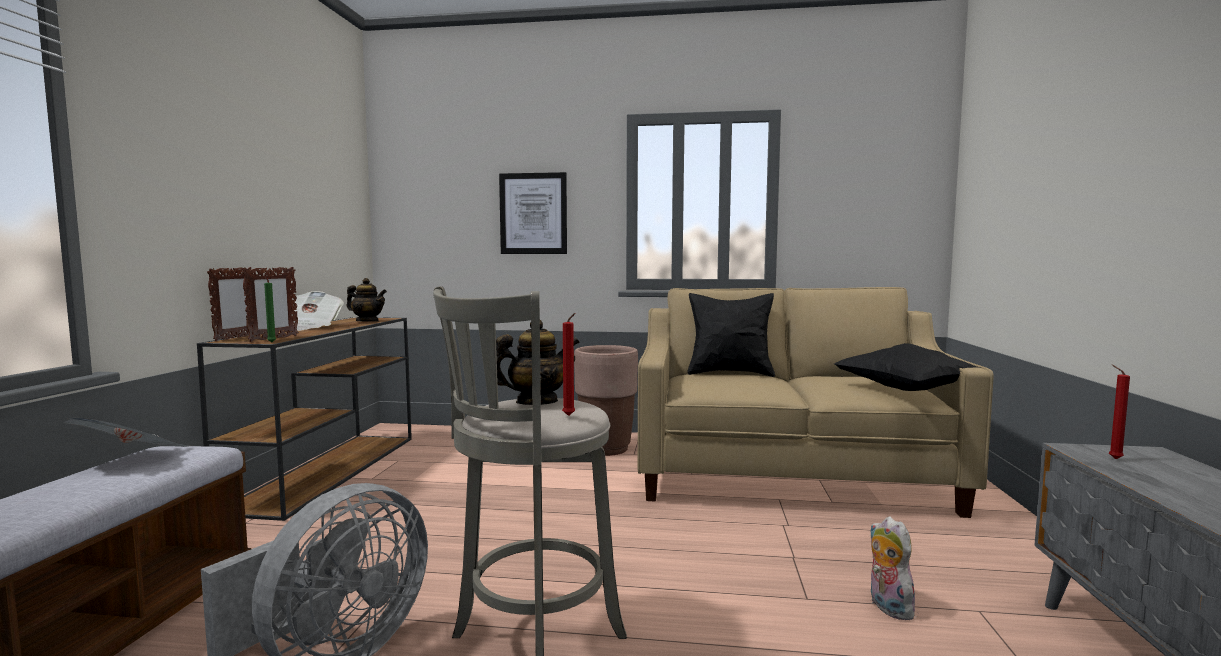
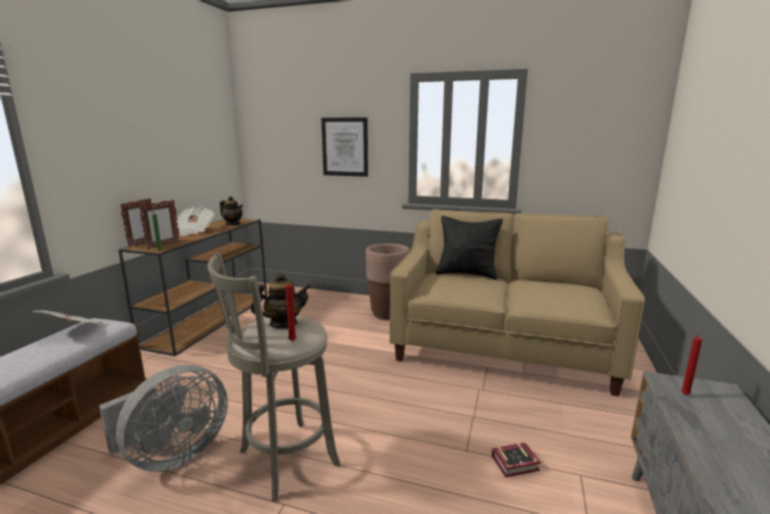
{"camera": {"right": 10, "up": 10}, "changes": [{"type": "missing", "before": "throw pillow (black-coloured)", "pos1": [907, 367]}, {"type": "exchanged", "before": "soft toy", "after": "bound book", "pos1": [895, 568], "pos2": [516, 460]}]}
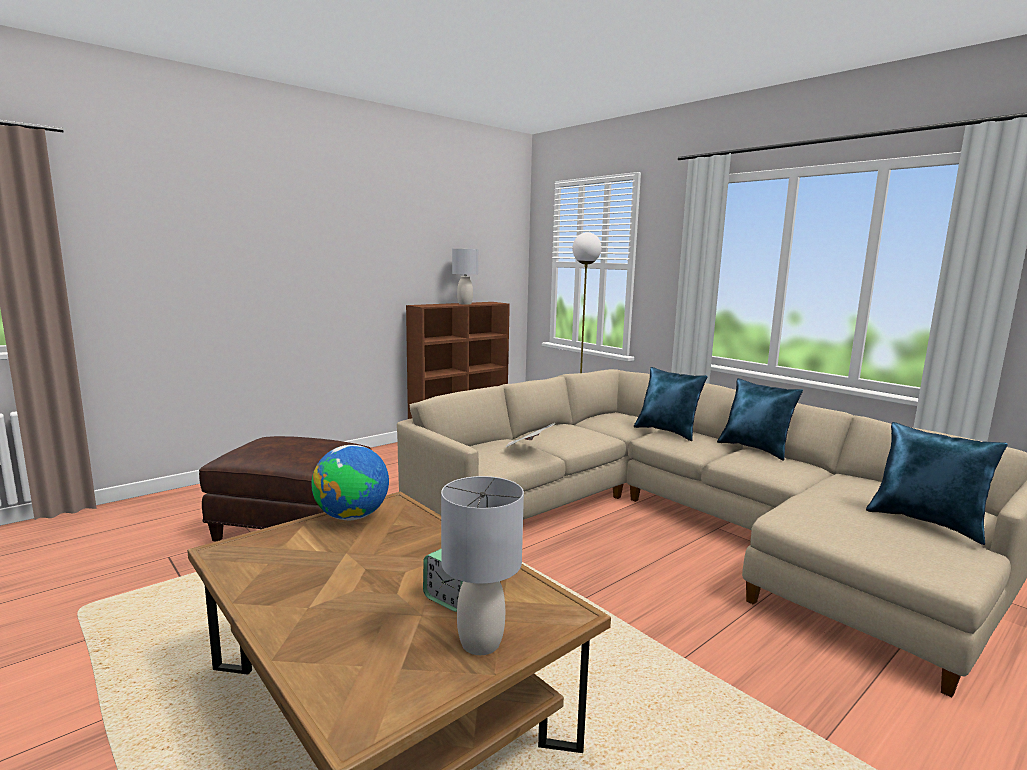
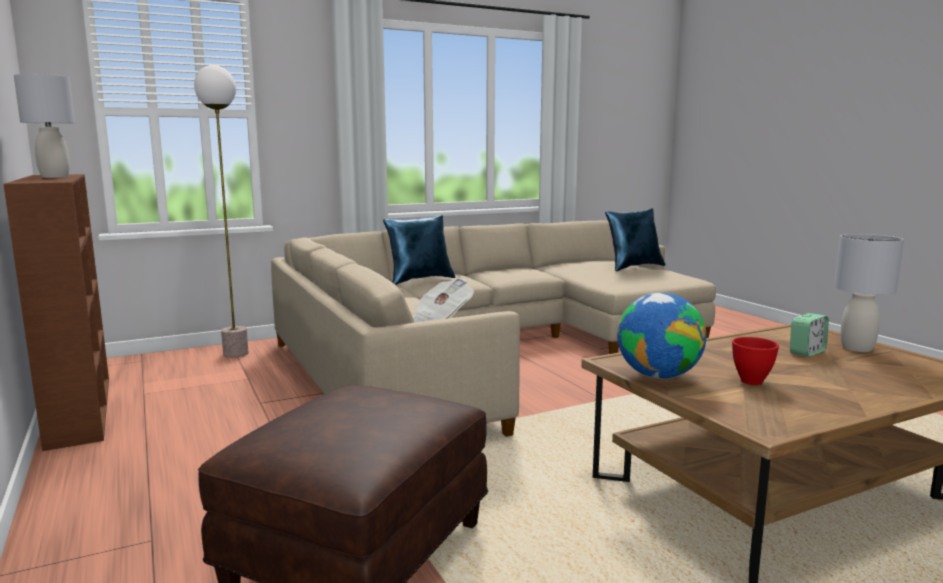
{"camera": {"right": -75, "up": 0}, "changes": [{"type": "missing", "before": "throw pillow (blue)", "pos1": [760, 419]}, {"type": "appeared", "after": "serving bowl (red)", "pos2": [755, 361]}]}
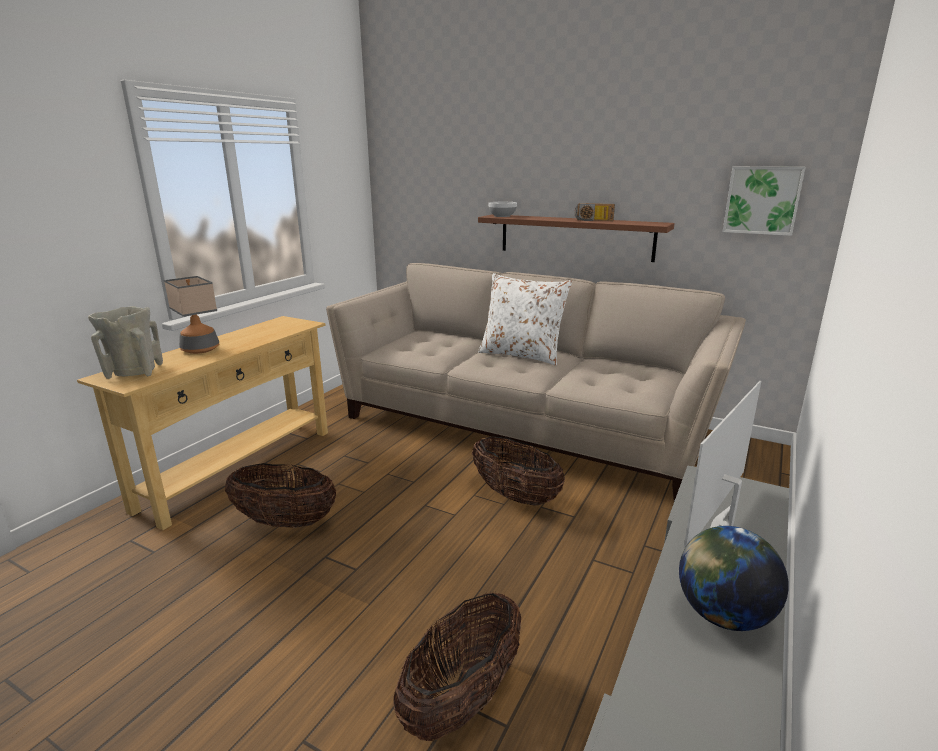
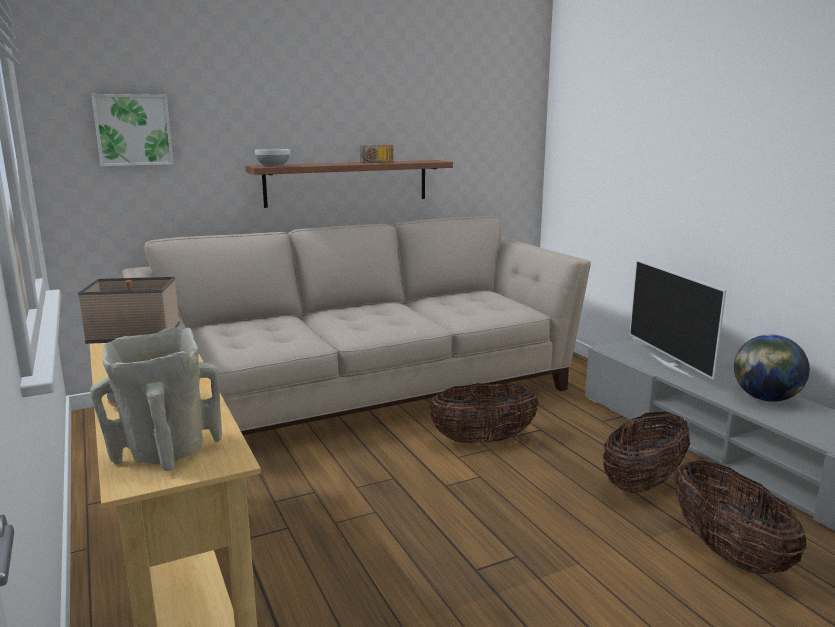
{"camera": {"right": -55, "up": -5}, "changes": [{"type": "relocated", "before": "household basket", "pos1": [280, 495], "pos2": [646, 452]}, {"type": "missing", "before": "throw pillow (whitish)", "pos1": [525, 319]}, {"type": "relocated", "before": "wall picture", "pos1": [764, 201], "pos2": [133, 130]}]}
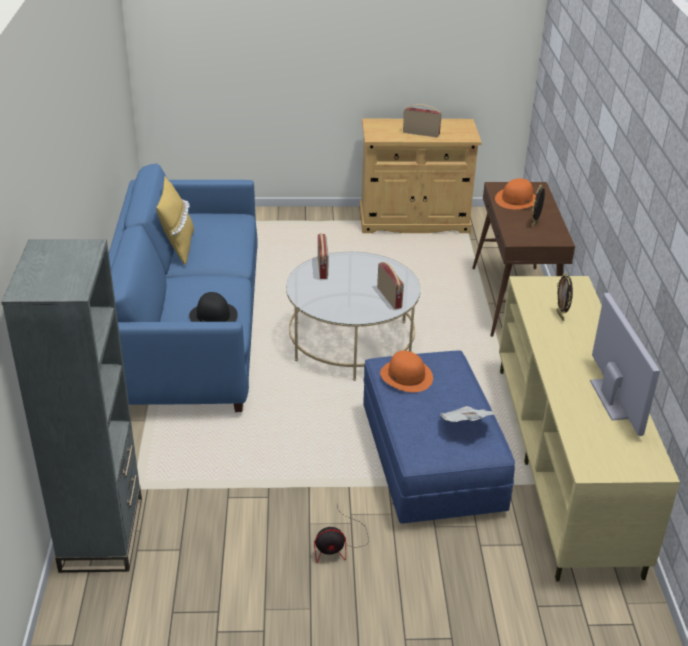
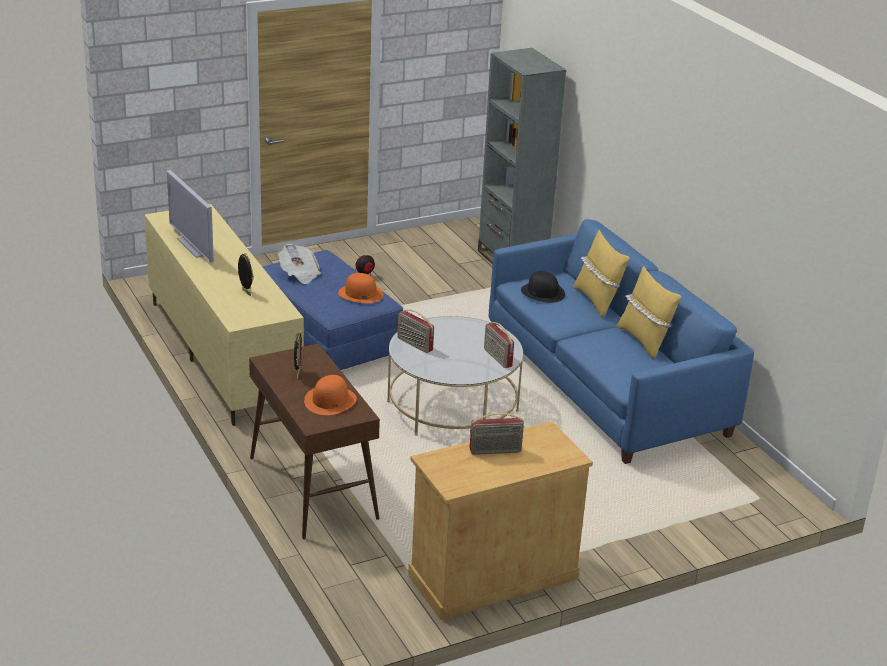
{"camera": {"right": 155, "up": -5}, "changes": [{"type": "appeared", "after": "throw pillow (yellowish)", "pos2": [601, 274]}]}
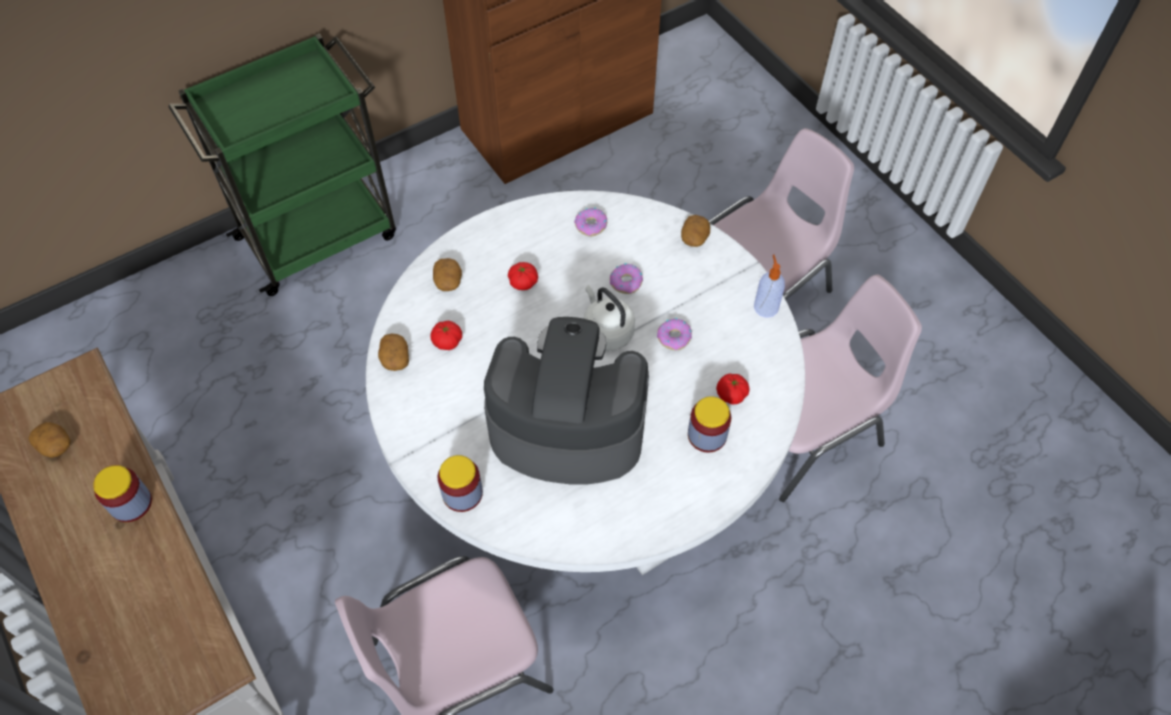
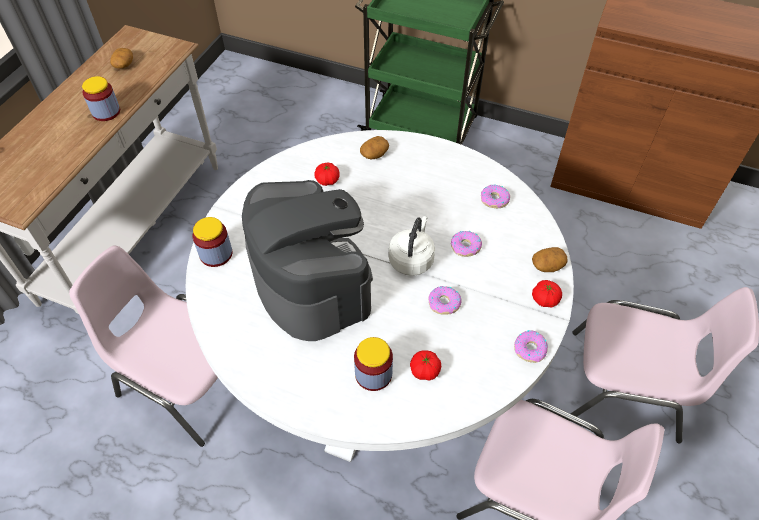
{"camera": {"right": 55, "up": -5}, "changes": [{"type": "missing", "before": "potato", "pos1": [393, 352]}, {"type": "relocated", "before": "whole tomato", "pos1": [523, 276], "pos2": [547, 294]}, {"type": "exchanged", "before": "soap bottle", "after": "donut", "pos1": [769, 286], "pos2": [531, 346]}]}
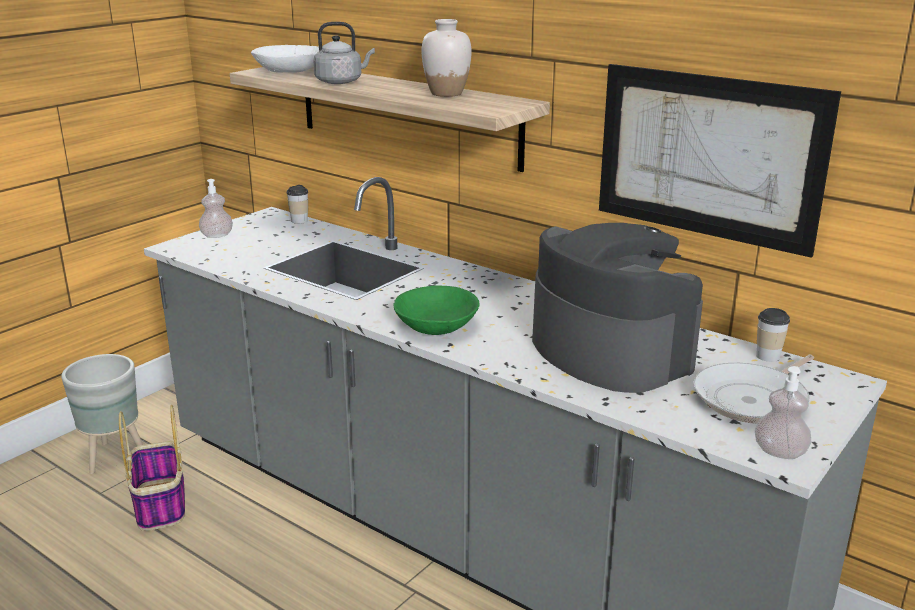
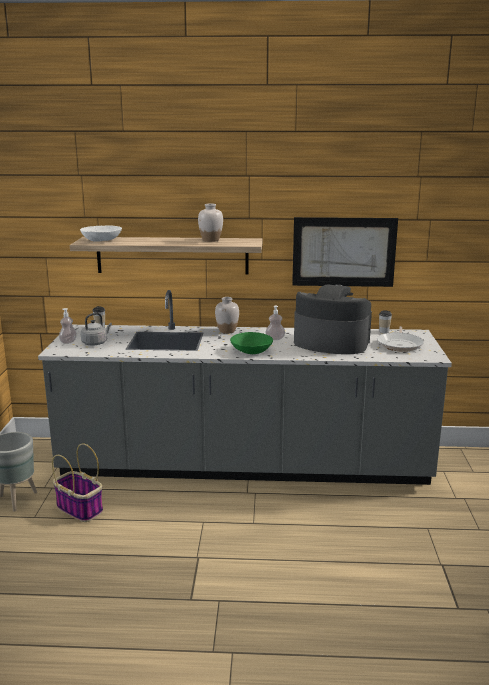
{"camera": {"right": -35, "up": -5}, "changes": [{"type": "relocated", "before": "kettle (greyish)", "pos1": [344, 53], "pos2": [96, 329]}, {"type": "relocated", "before": "soap bottle", "pos1": [783, 412], "pos2": [275, 322]}, {"type": "appeared", "after": "decorative vase (whitish)", "pos2": [227, 315]}]}
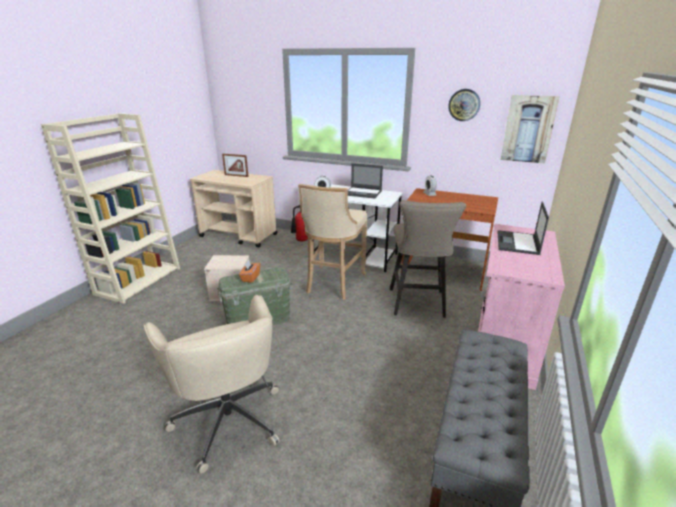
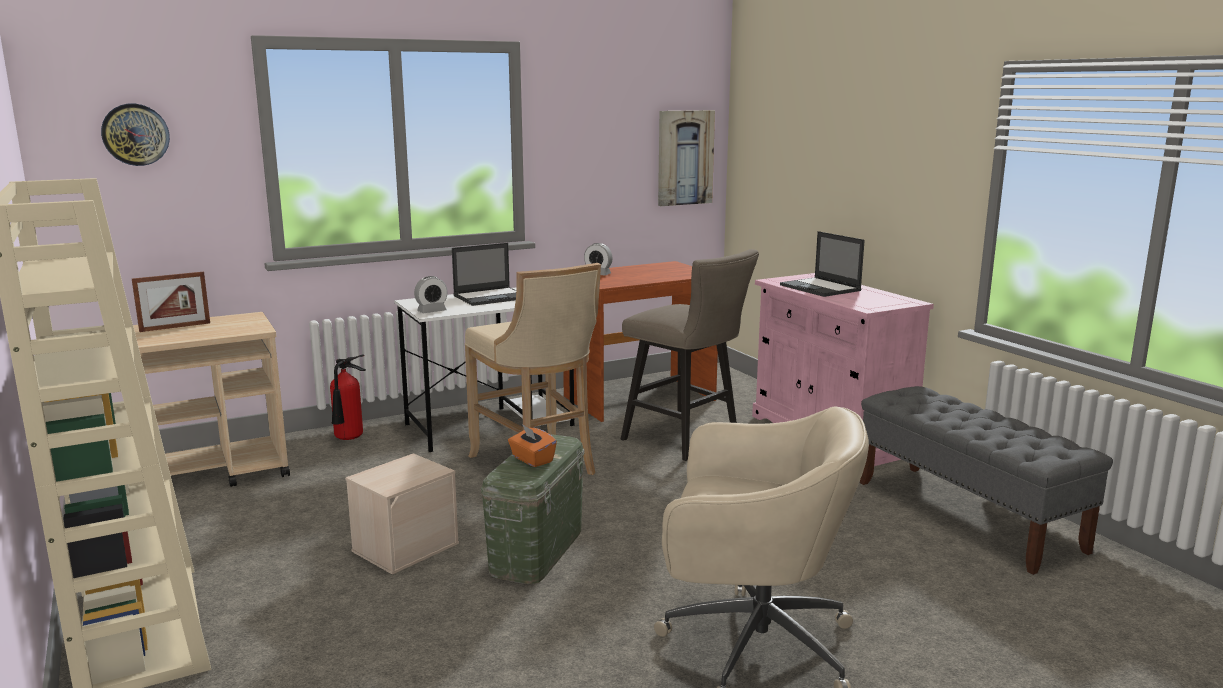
{"camera": {"right": -50, "up": -10}, "changes": [{"type": "relocated", "before": "clock on the wall", "pos1": [464, 105], "pos2": [135, 135]}]}
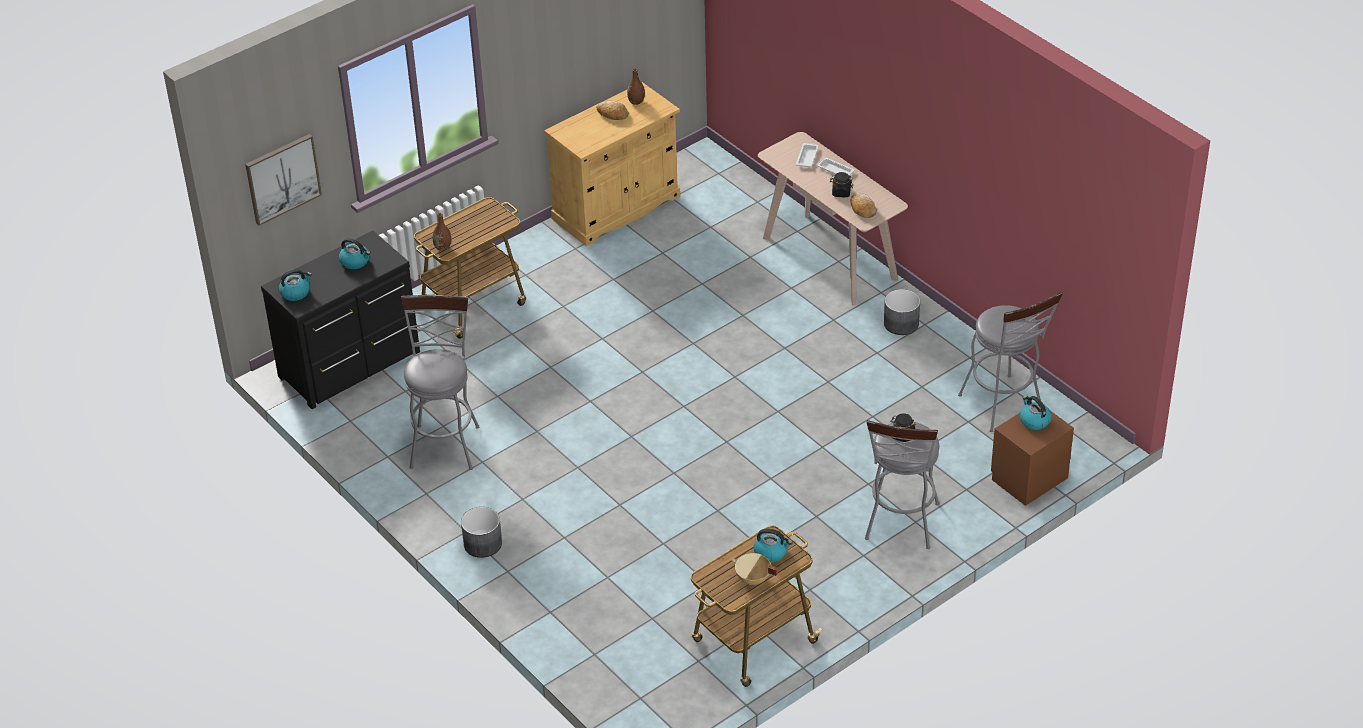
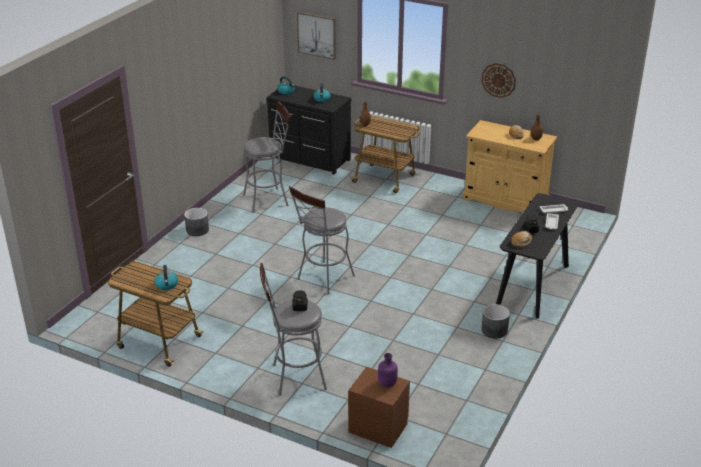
{"camera": {"right": 65, "up": -10}, "changes": [{"type": "missing", "before": "cooking pot (beige)", "pos1": [755, 569]}, {"type": "colour", "before": "hall table (beige)", "after": "hall table (black-coloured)", "pos1": [833, 218], "pos2": [537, 256]}, {"type": "relocated", "before": "sitting stool (greyish)", "pos1": [1010, 362], "pos2": [322, 240]}, {"type": "exchanged", "before": "kettle", "after": "drink bottle (purple-coloured)", "pos1": [1036, 413], "pos2": [388, 370]}, {"type": "appeared", "after": "clock on the wall", "pos2": [498, 80]}]}
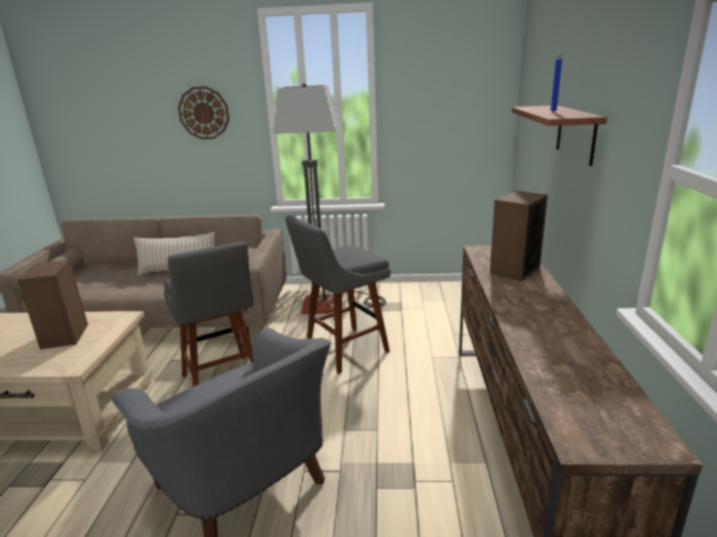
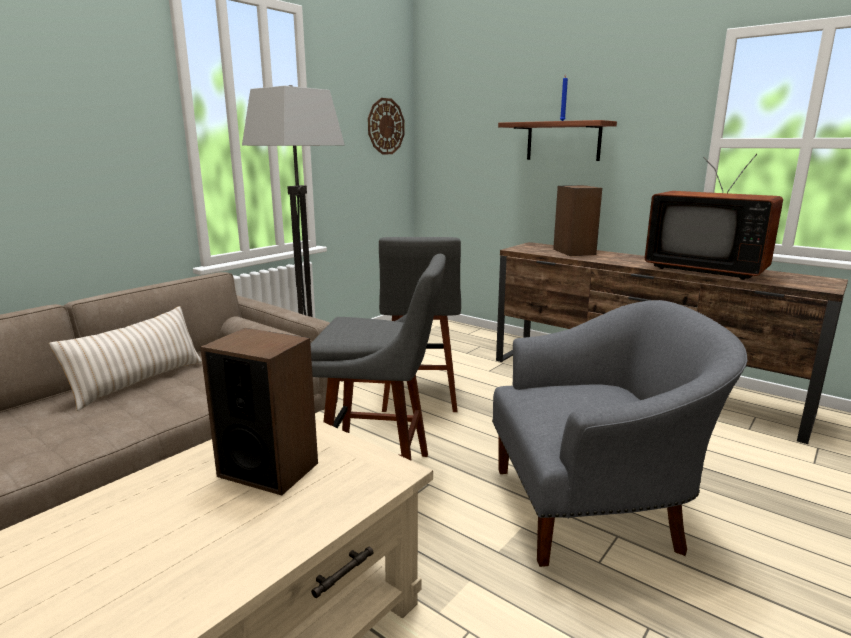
{"camera": {"right": -55, "up": -5}, "changes": [{"type": "relocated", "before": "clock on the wall", "pos1": [204, 112], "pos2": [386, 126]}, {"type": "appeared", "after": "television", "pos2": [714, 217]}]}
